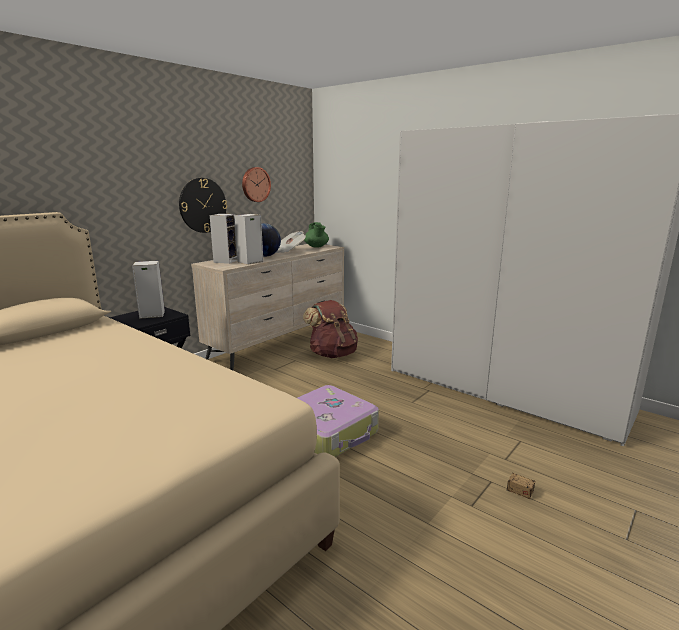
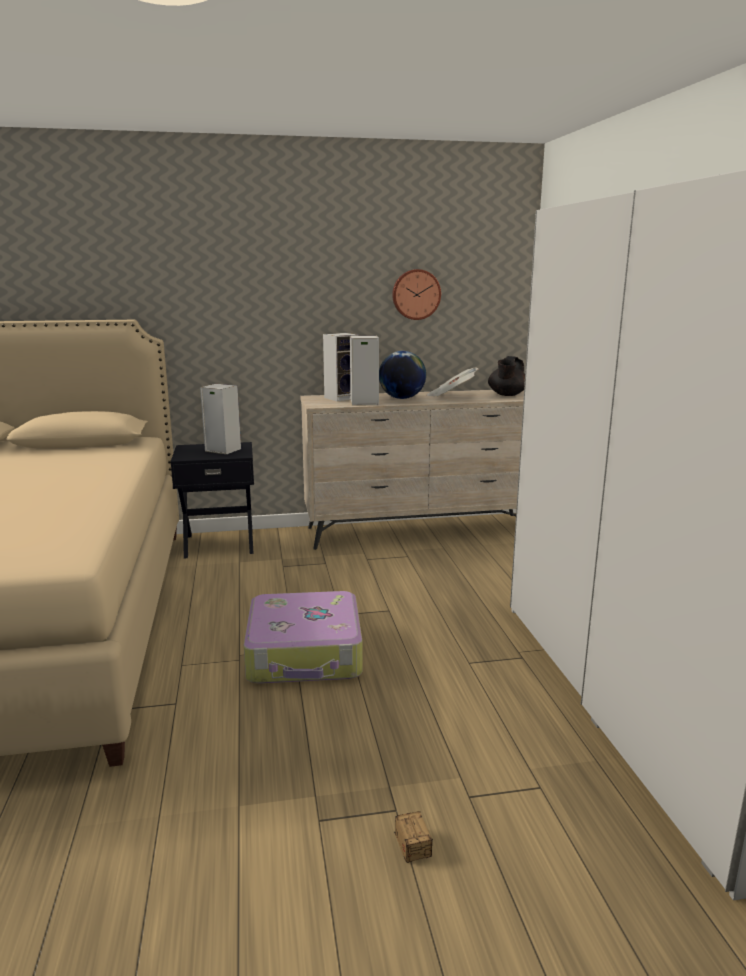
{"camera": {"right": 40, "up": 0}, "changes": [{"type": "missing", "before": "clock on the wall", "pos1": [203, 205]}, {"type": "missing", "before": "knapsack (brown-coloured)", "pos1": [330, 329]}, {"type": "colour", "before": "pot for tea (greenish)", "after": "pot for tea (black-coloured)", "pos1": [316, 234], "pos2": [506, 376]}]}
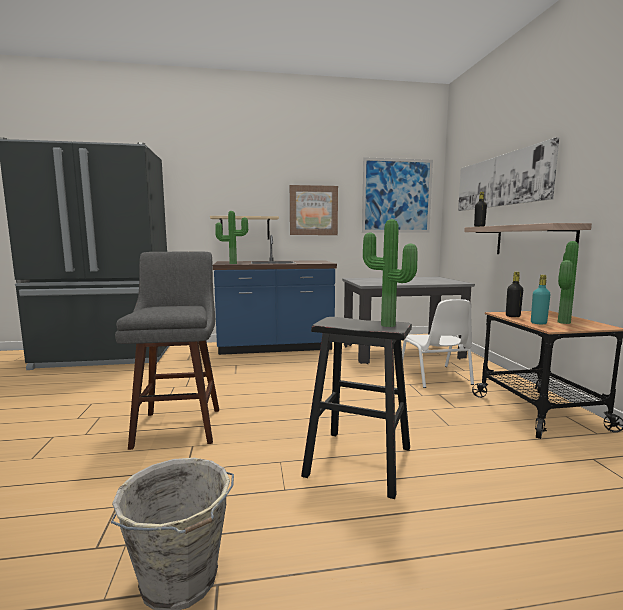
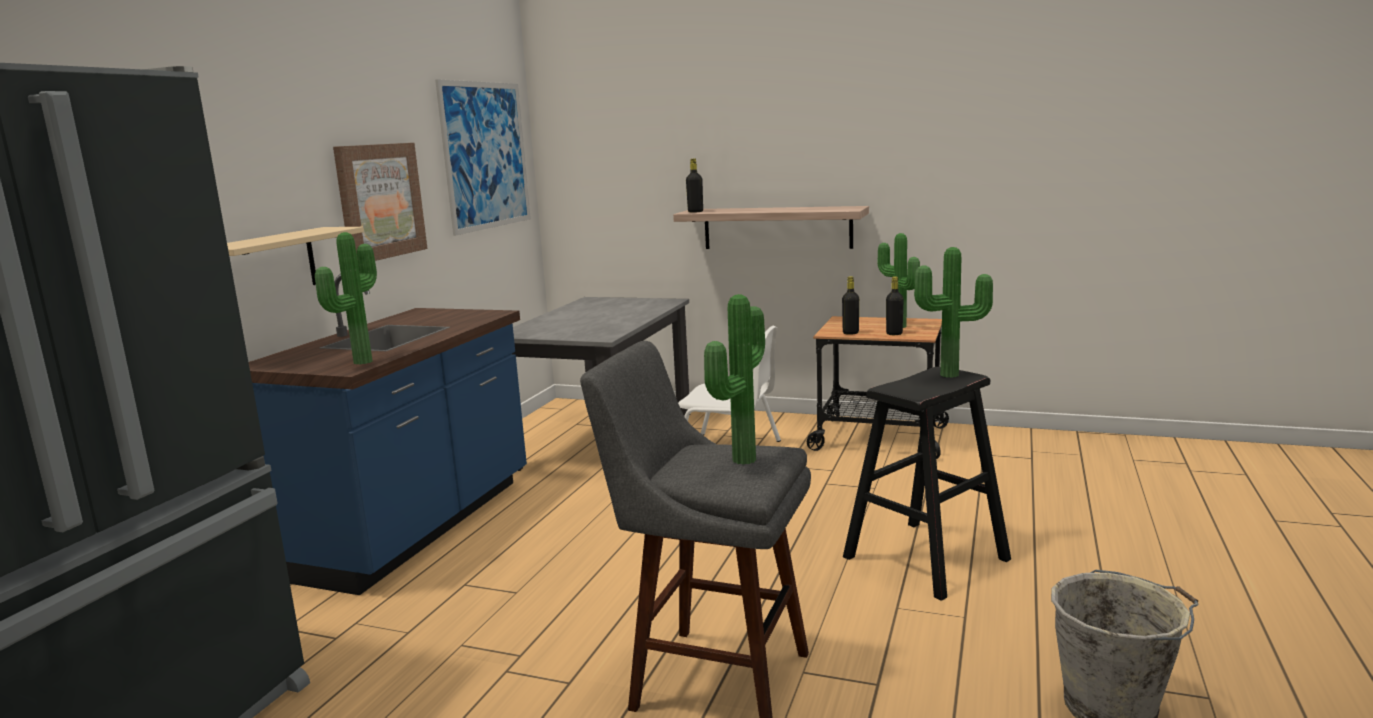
{"camera": {"right": -60, "up": 5}, "changes": [{"type": "missing", "before": "wall picture", "pos1": [508, 174]}, {"type": "colour", "before": "drink bottle (turquoise-coloured)", "after": "drink bottle (black-coloured)", "pos1": [541, 299], "pos2": [895, 305]}, {"type": "appeared", "after": "potted plant", "pos2": [734, 379]}]}
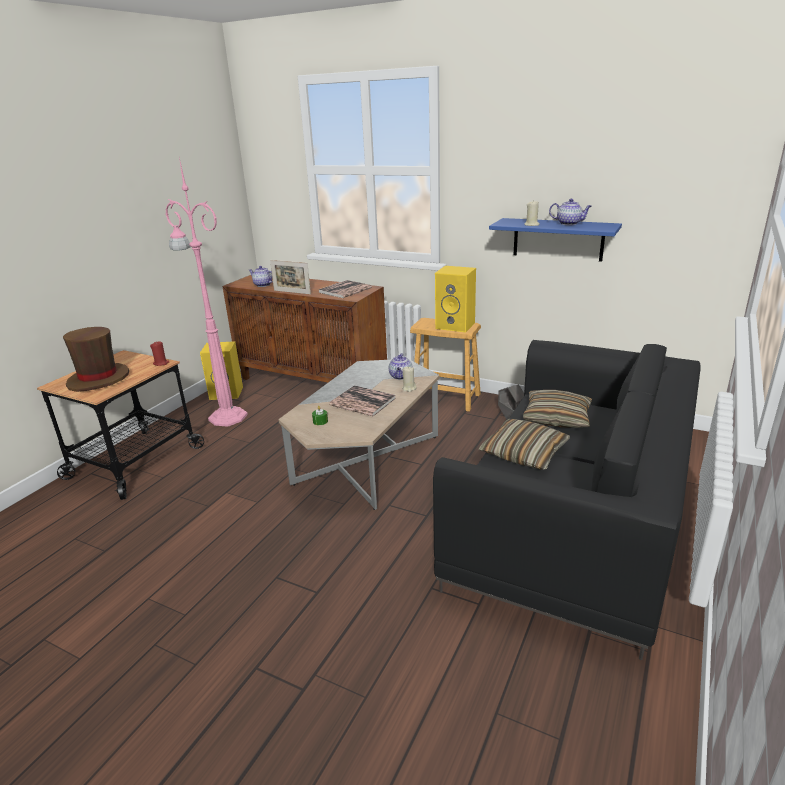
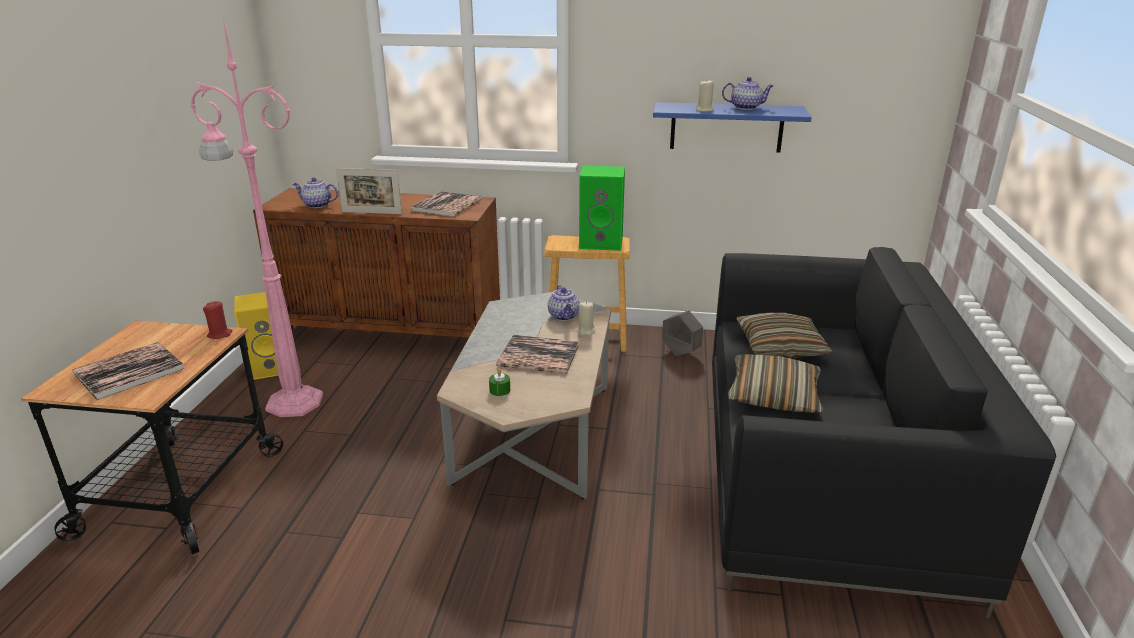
{"camera": {"right": -20, "up": 0}, "changes": [{"type": "exchanged", "before": "clothing hat (brown-coloured)", "after": "bound book", "pos1": [96, 359], "pos2": [128, 371]}, {"type": "colour", "before": "audio speaker (yellowish)", "after": "audio speaker (greenish)", "pos1": [455, 299], "pos2": [602, 208]}]}
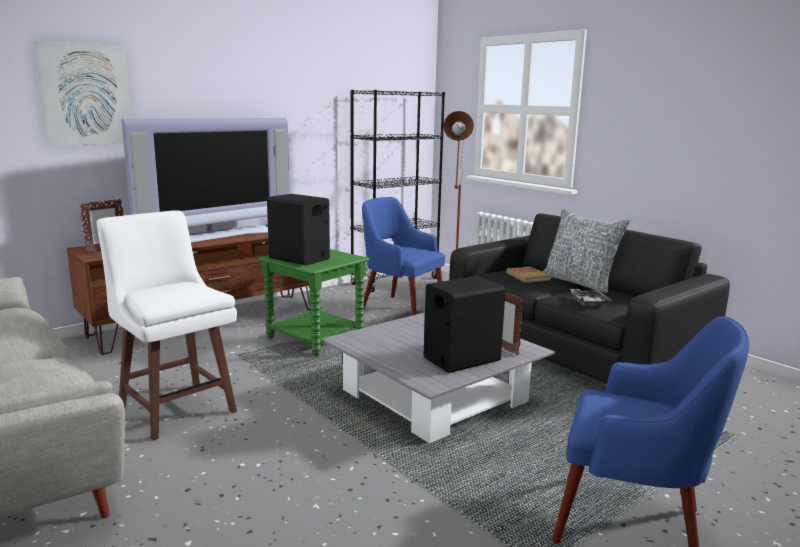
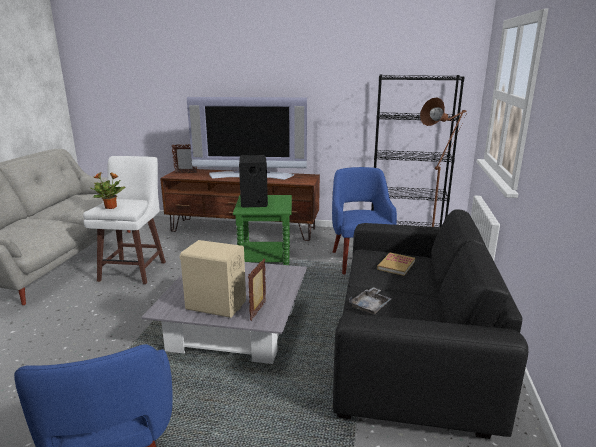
{"camera": {"right": 50, "up": 5}, "changes": [{"type": "missing", "before": "wall picture", "pos1": [83, 93]}, {"type": "colour", "before": "audio speaker (black-coloured)", "after": "audio speaker (beige)", "pos1": [465, 324], "pos2": [212, 279]}, {"type": "missing", "before": "throw pillow", "pos1": [586, 250]}, {"type": "appeared", "after": "potted plant", "pos2": [108, 190]}]}
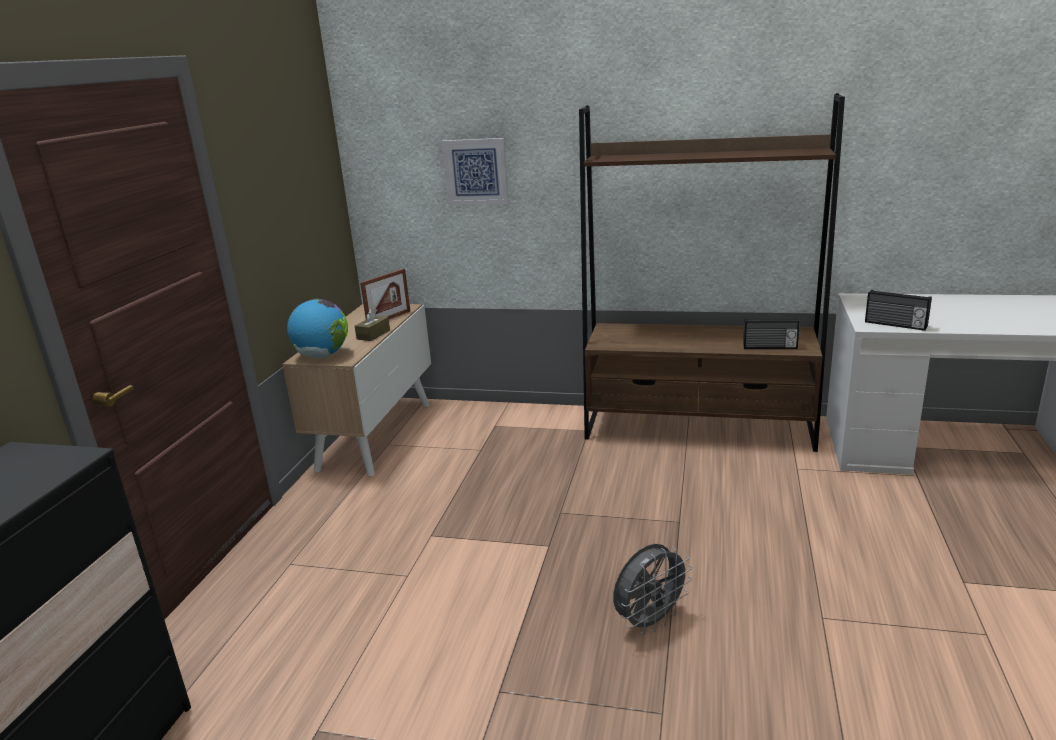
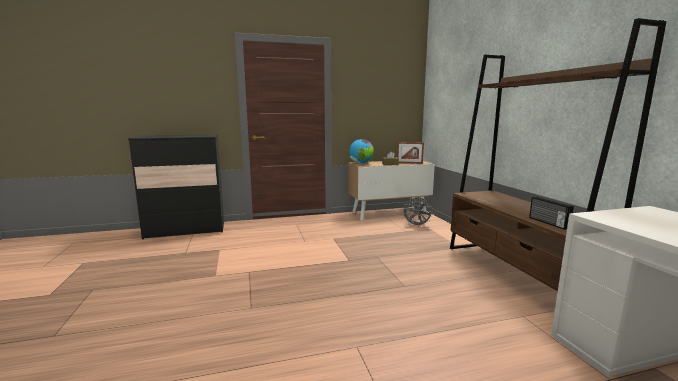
{"camera": {"right": 60, "up": -10}, "changes": [{"type": "missing", "before": "wall picture", "pos1": [475, 171]}, {"type": "relocated", "before": "fan (greyish)", "pos1": [652, 589], "pos2": [417, 212]}, {"type": "missing", "before": "radio receiver", "pos1": [898, 310]}]}
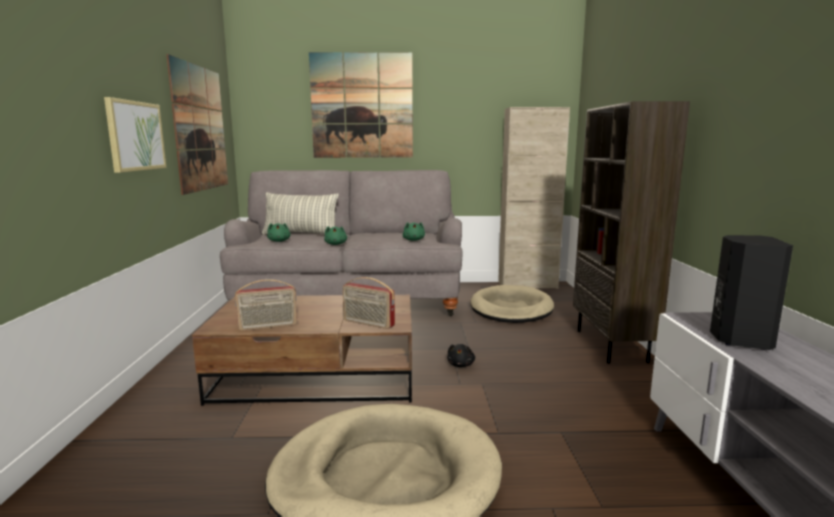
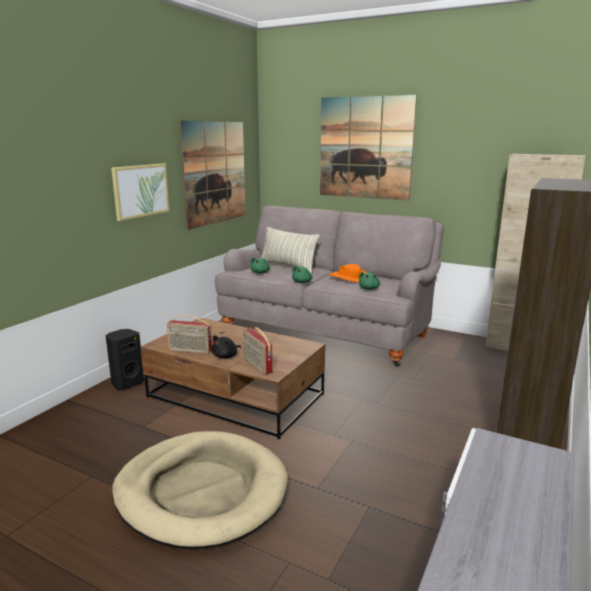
{"camera": {"right": 30, "up": 5}, "changes": [{"type": "relocated", "before": "soft toy (black-coloured)", "pos1": [461, 355], "pos2": [226, 346]}, {"type": "missing", "before": "pet bed (beige)", "pos1": [512, 304]}, {"type": "relocated", "before": "audio speaker (black-coloured)", "pos1": [751, 292], "pos2": [125, 359]}, {"type": "appeared", "after": "clothing hat (orange-coloured)", "pos2": [348, 273]}]}
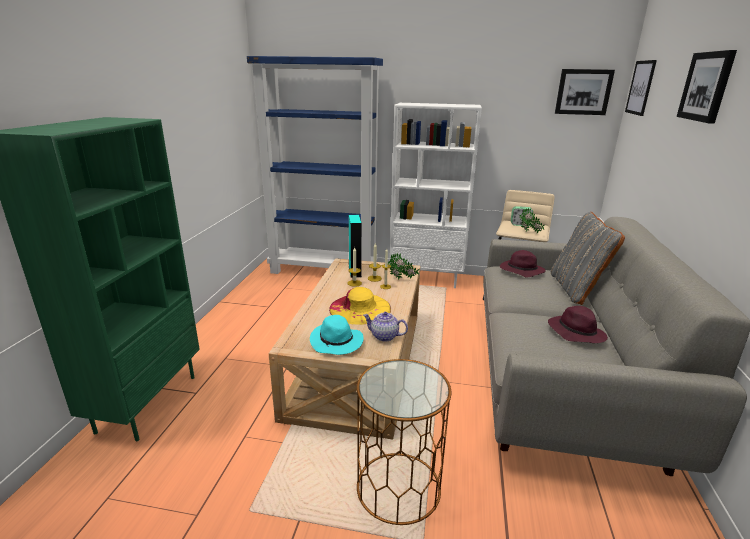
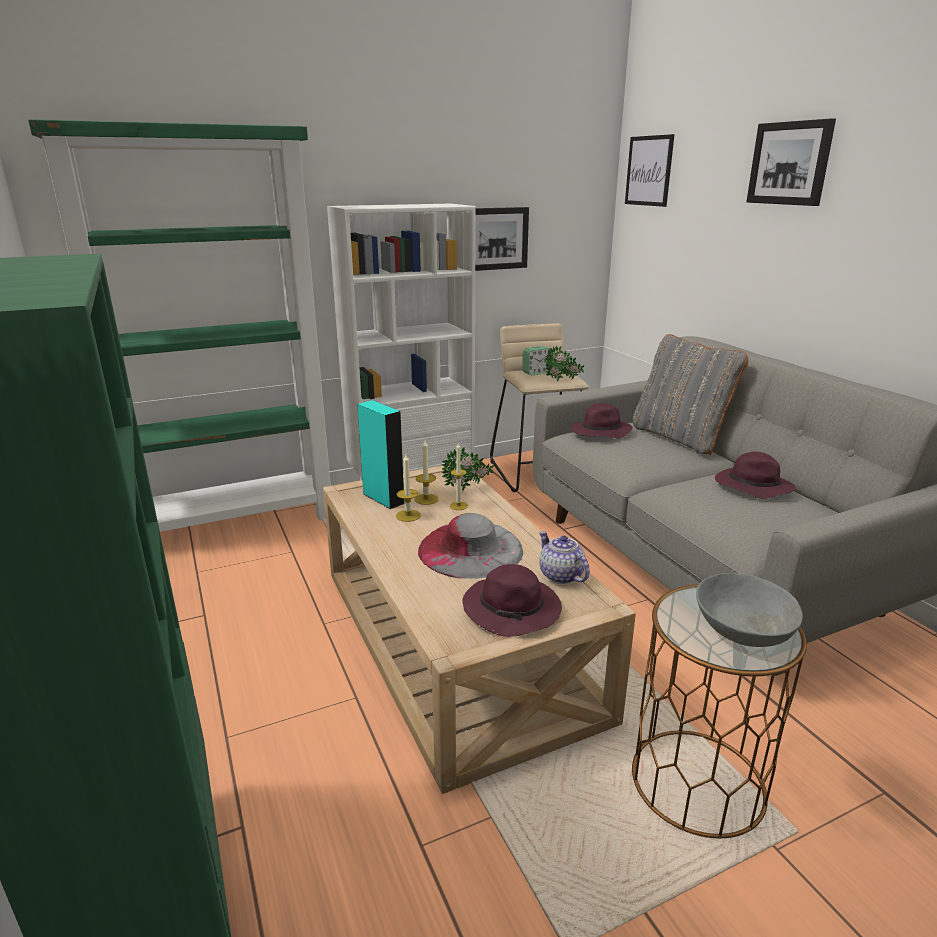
{"camera": {"right": -35, "up": 0}, "changes": [{"type": "colour", "before": "bookshelf (blue)", "after": "bookshelf (greenish)", "pos1": [315, 165], "pos2": [180, 325]}, {"type": "colour", "before": "clothing hat (turquoise-coloured)", "after": "clothing hat (purple-coloured)", "pos1": [337, 335], "pos2": [512, 600]}, {"type": "colour", "before": "clothing hat (yellowish)", "after": "clothing hat (greyish)", "pos1": [360, 306], "pos2": [470, 546]}, {"type": "spun", "before": "pot for tea", "pos1": [385, 327], "pos2": [564, 557], "turn": 75}, {"type": "relocated", "before": "wall picture", "pos1": [585, 92], "pos2": [502, 239]}, {"type": "appeared", "after": "serving bowl (greyish)", "pos2": [749, 610]}]}
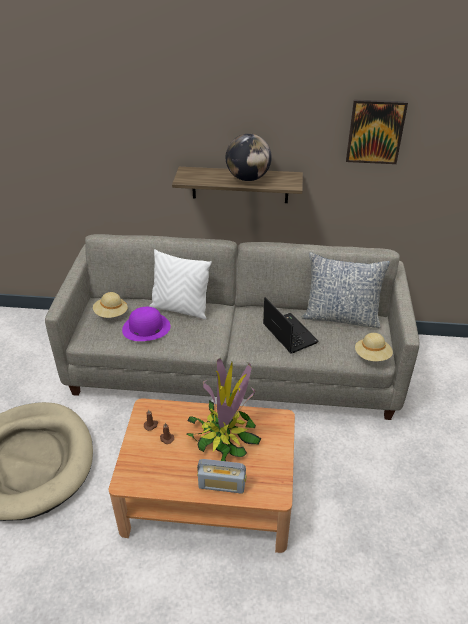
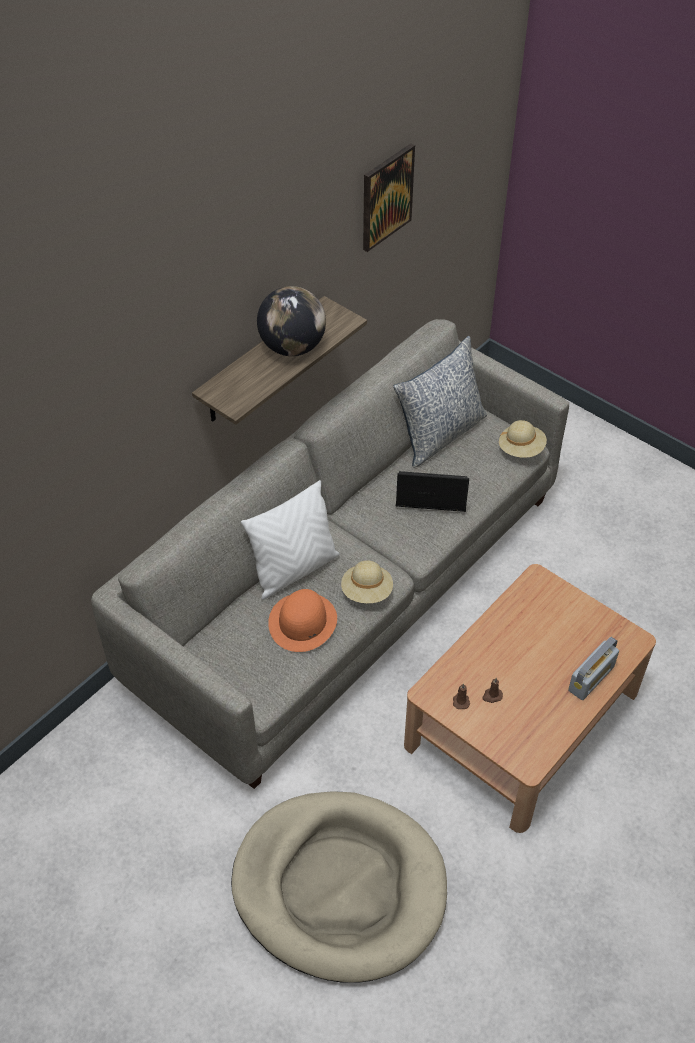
{"camera": {"right": -55, "up": 10}, "changes": [{"type": "relocated", "before": "clothing hat (beige)", "pos1": [110, 305], "pos2": [367, 581]}, {"type": "colour", "before": "clothing hat (purple-coloured)", "after": "clothing hat (orange-coloured)", "pos1": [146, 324], "pos2": [302, 620]}, {"type": "missing", "before": "potted plant", "pos1": [224, 409]}]}
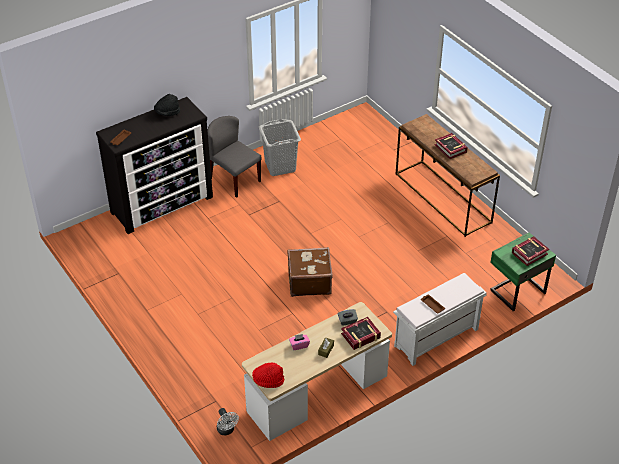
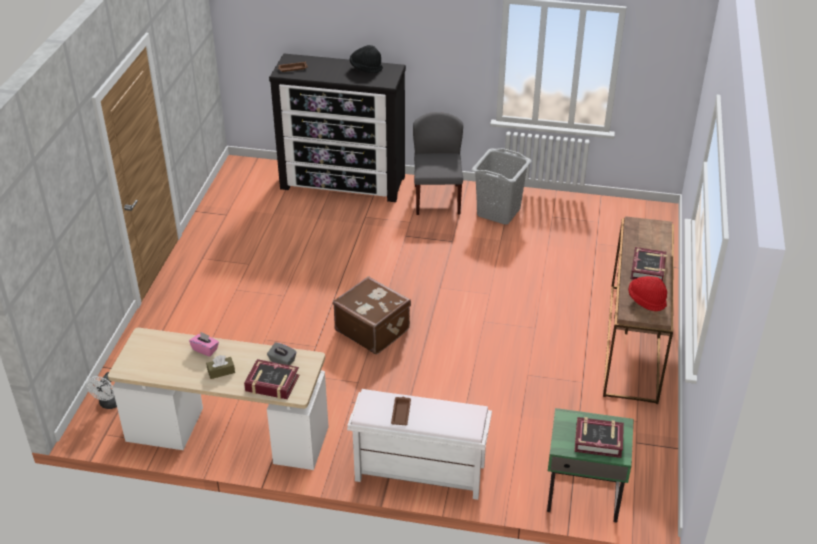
{"camera": {"right": 45, "up": -5}, "changes": [{"type": "relocated", "before": "clothing hat (red)", "pos1": [268, 375], "pos2": [647, 293]}]}
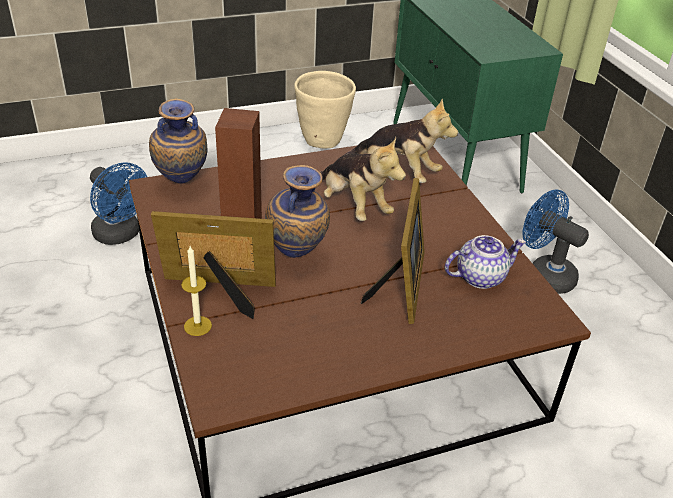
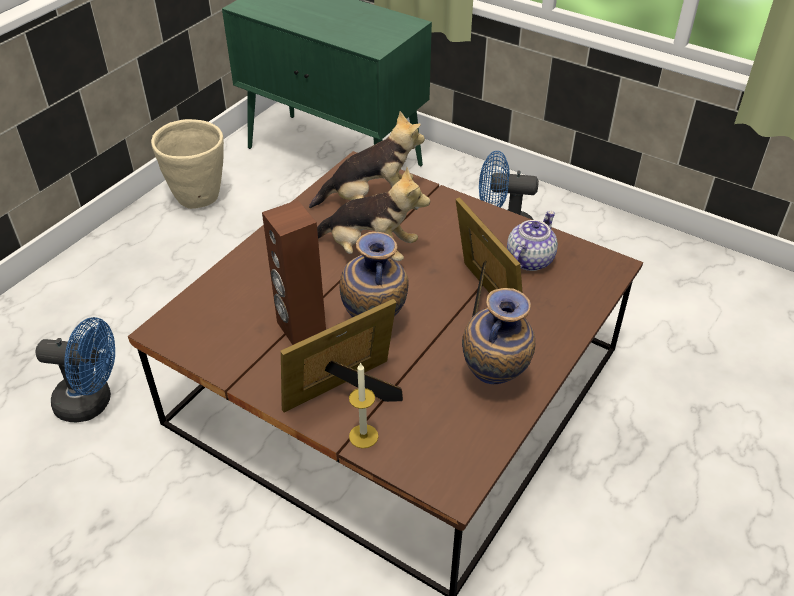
{"camera": {"right": -35, "up": 5}, "changes": [{"type": "relocated", "before": "decorative vase", "pos1": [178, 141], "pos2": [498, 336]}]}
